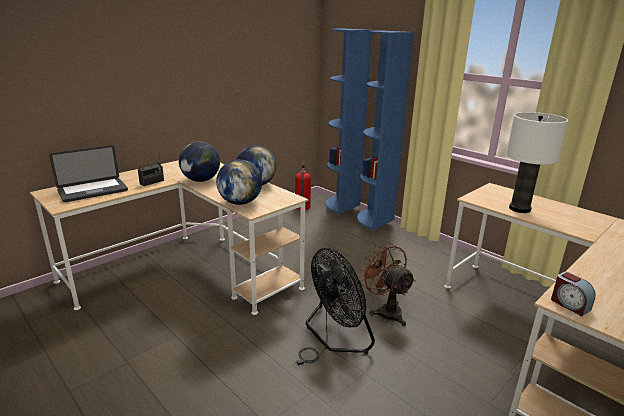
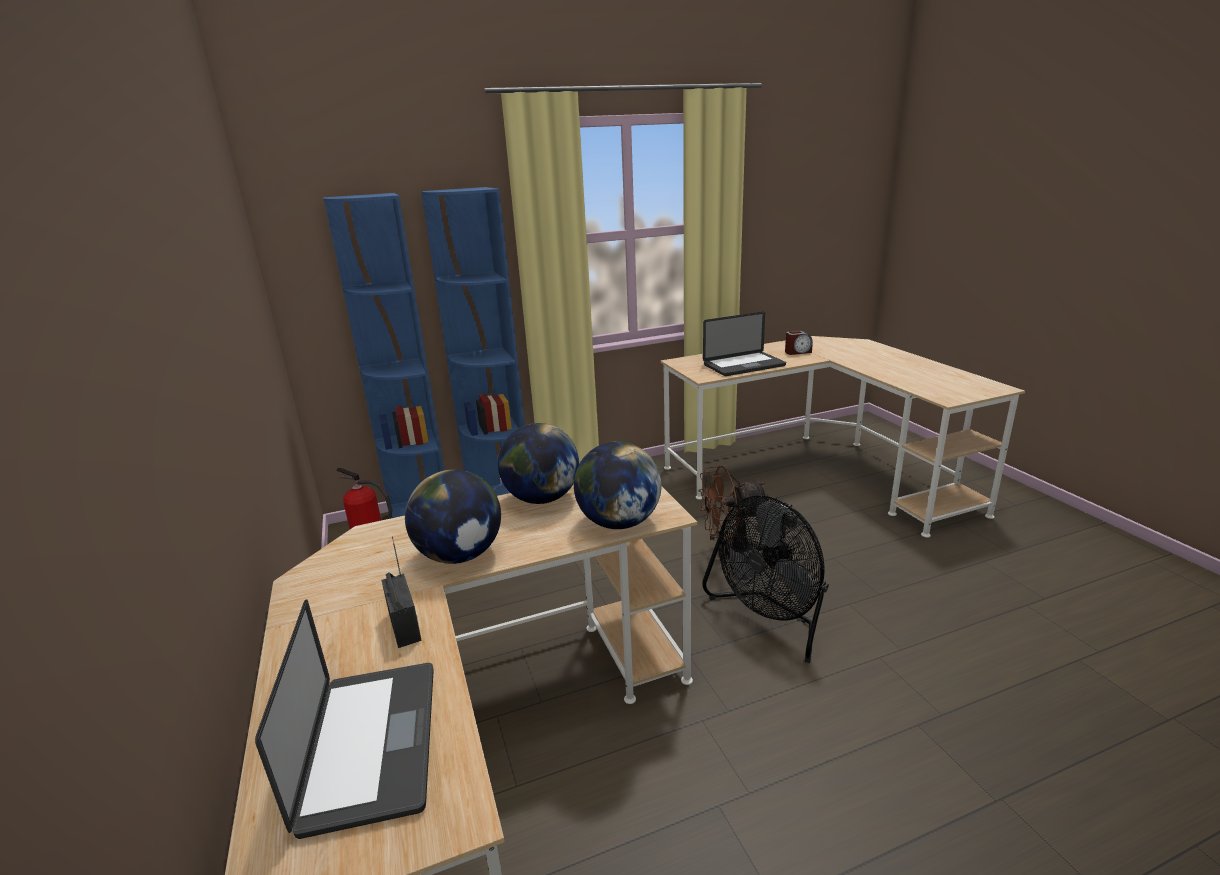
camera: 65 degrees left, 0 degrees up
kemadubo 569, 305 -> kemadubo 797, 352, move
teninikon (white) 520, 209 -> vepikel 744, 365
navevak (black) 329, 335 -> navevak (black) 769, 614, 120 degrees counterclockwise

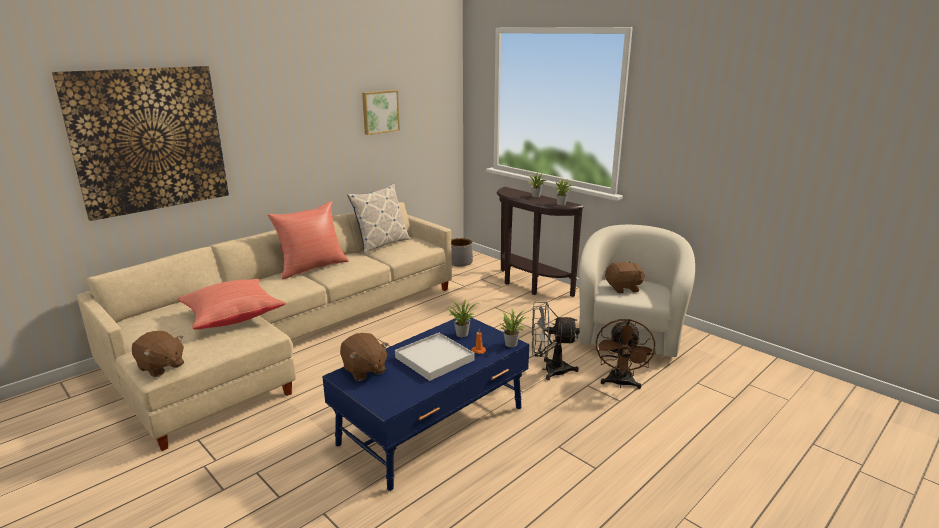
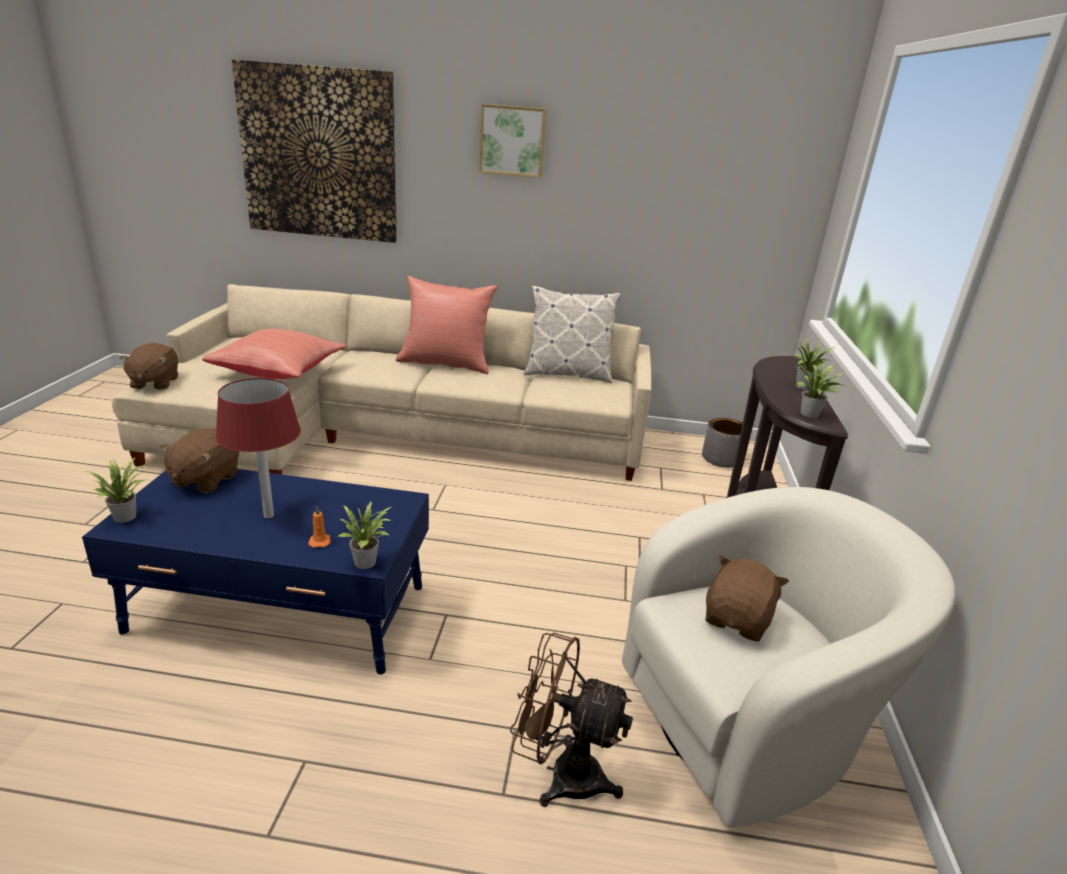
camera: 50 degrees right, 5 degrees up
navevak (grey) 549, 370 -> none
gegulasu 380, 112 -> gegulasu 512, 141, move
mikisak 461, 333 -> mikisak 127, 516, move
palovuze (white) 434, 359 -> teninikon (red) 268, 515
navevak (brown) 620, 384 -> navevak (brown) 561, 773, 45 degrees clockwise
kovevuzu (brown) 623, 288 -> kovevuzu (brown) 738, 620, 105 degrees counterclockwise

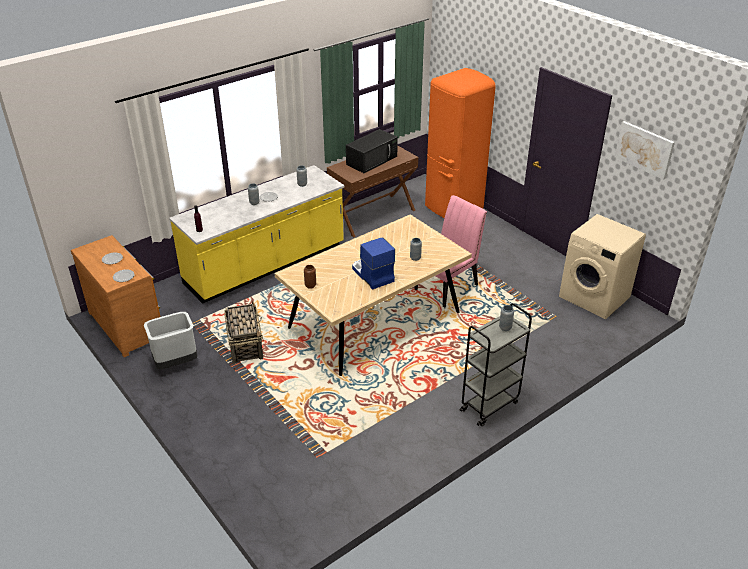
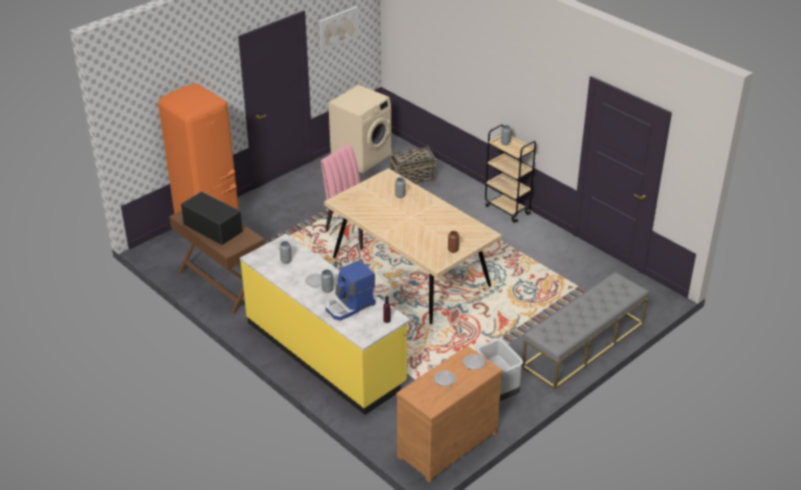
camera: 95 degrees left, 0 degrees up
none -> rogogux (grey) 583, 345
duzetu 245, 345 -> duzetu 412, 178, move
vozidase 372, 275 -> vozidase 350, 306, move
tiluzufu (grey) 489, 407 -> tiluzufu (brown) 508, 210

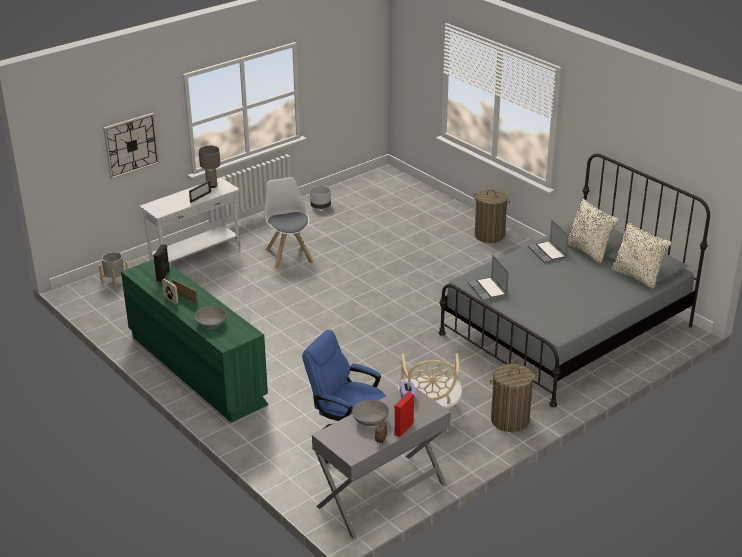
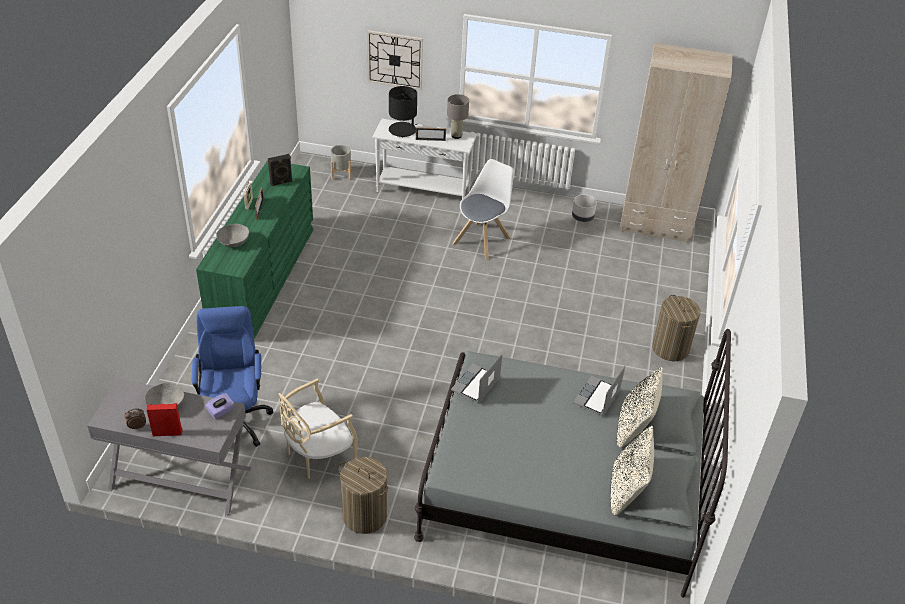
camera: 50 degrees right, 10 degrees up
none -> teninikon (black) 402, 130
none -> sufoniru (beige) 656, 225

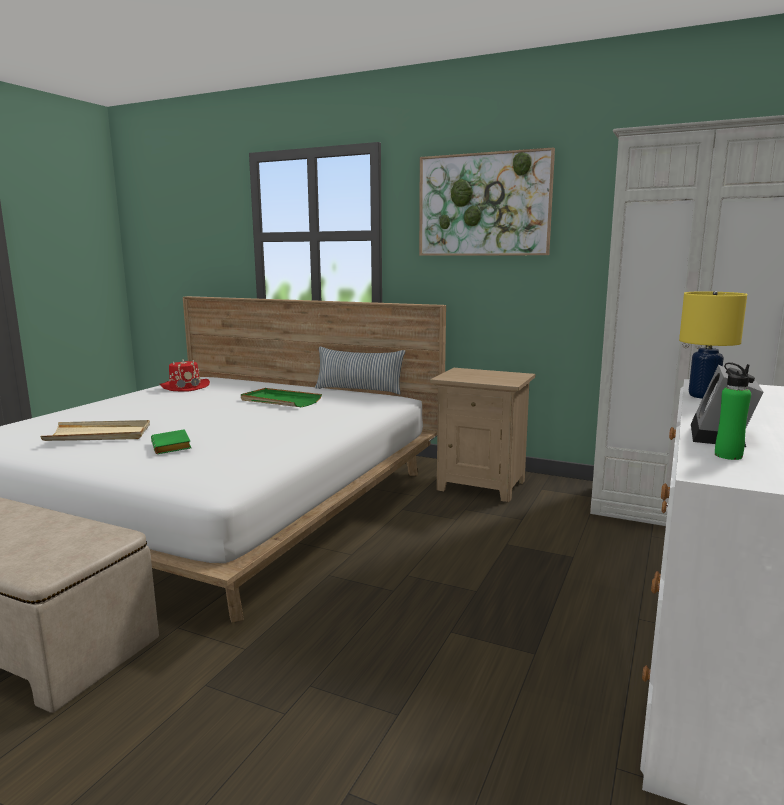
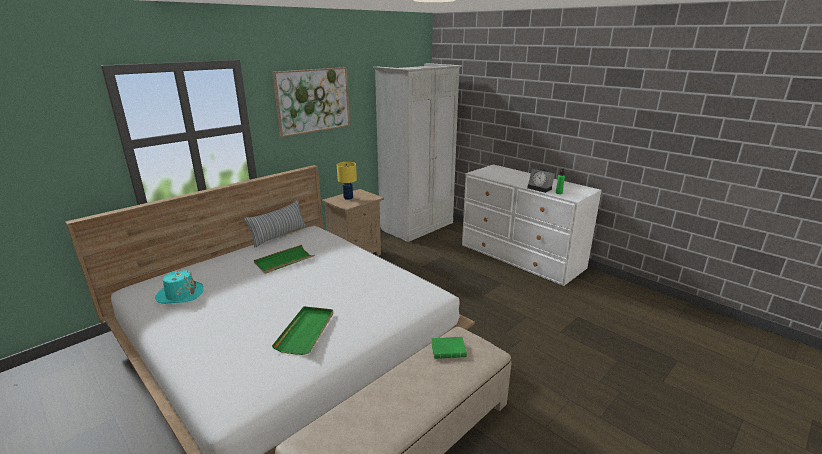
camera: 70 degrees left, 10 degrees up
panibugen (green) 173, 447 -> panibugen (green) 449, 350, move
teninikon (yellow) 704, 396 -> teninikon (yellow) 348, 198, move
palovuze (beige) 99, 435 -> palovuze (green) 306, 331
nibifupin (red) 185, 387 -> nibifupin (turquoise) 180, 294

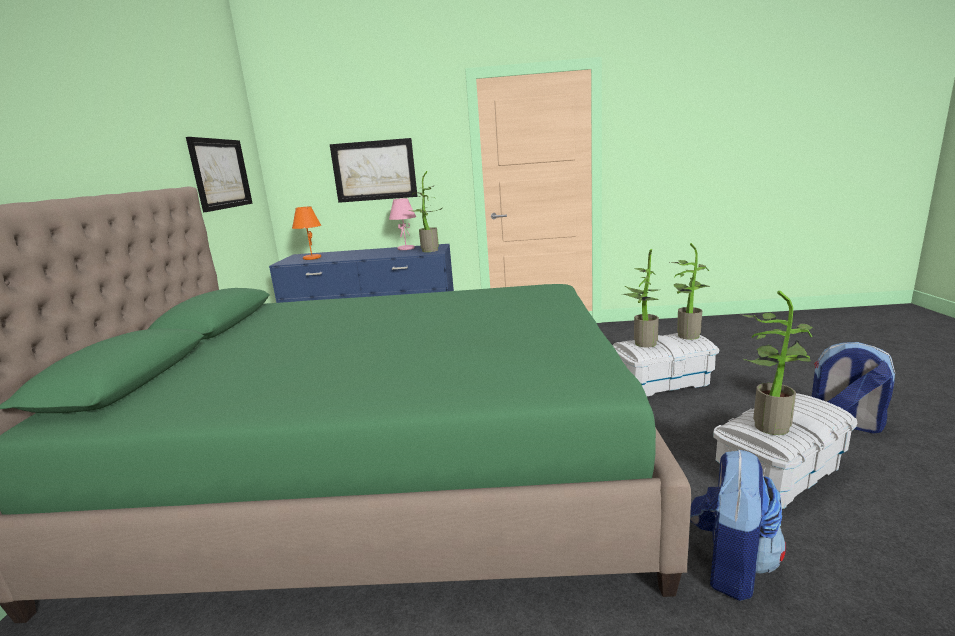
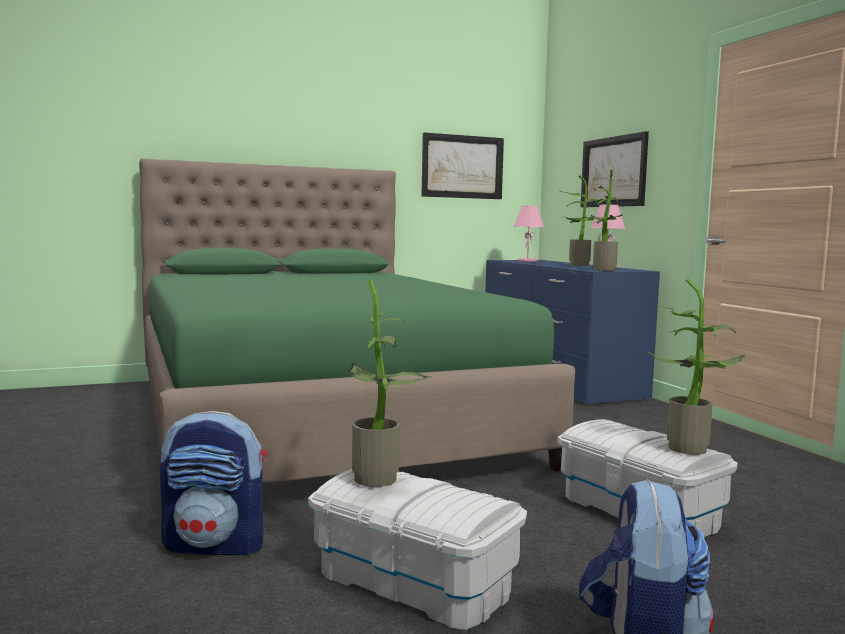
camera: 65 degrees right, 10 degrees down
mikisak 641, 343 -> mikisak 579, 265, move
teninikon (orange) 311, 258 -> teninikon (pink) 527, 261

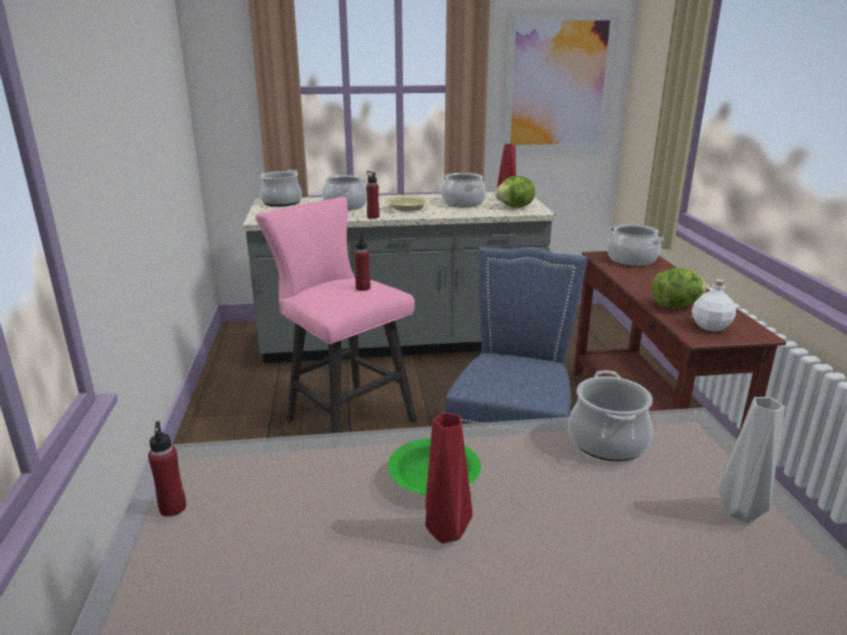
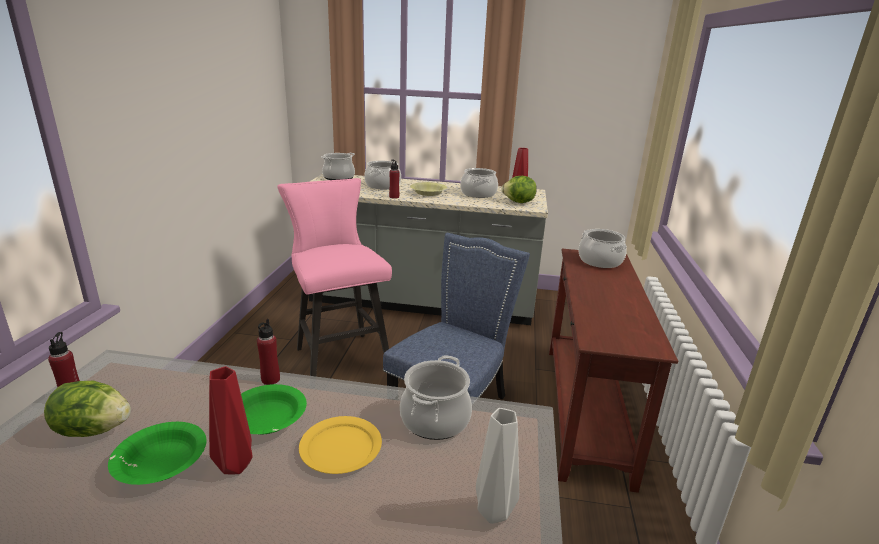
camera: 15 degrees right, 0 degrees up
gegulasu 557, 84 -> none
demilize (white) 710, 327 -> none
none -> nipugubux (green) 161, 463
none -> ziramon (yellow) 340, 448
demilize (red) 363, 288 -> demilize (red) 270, 379, move
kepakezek 675, 306 -> kepakezek 93, 430, move

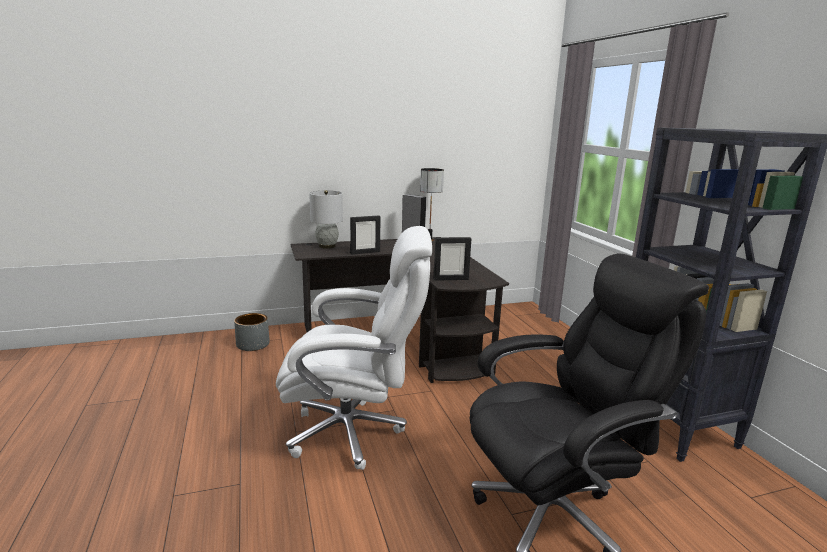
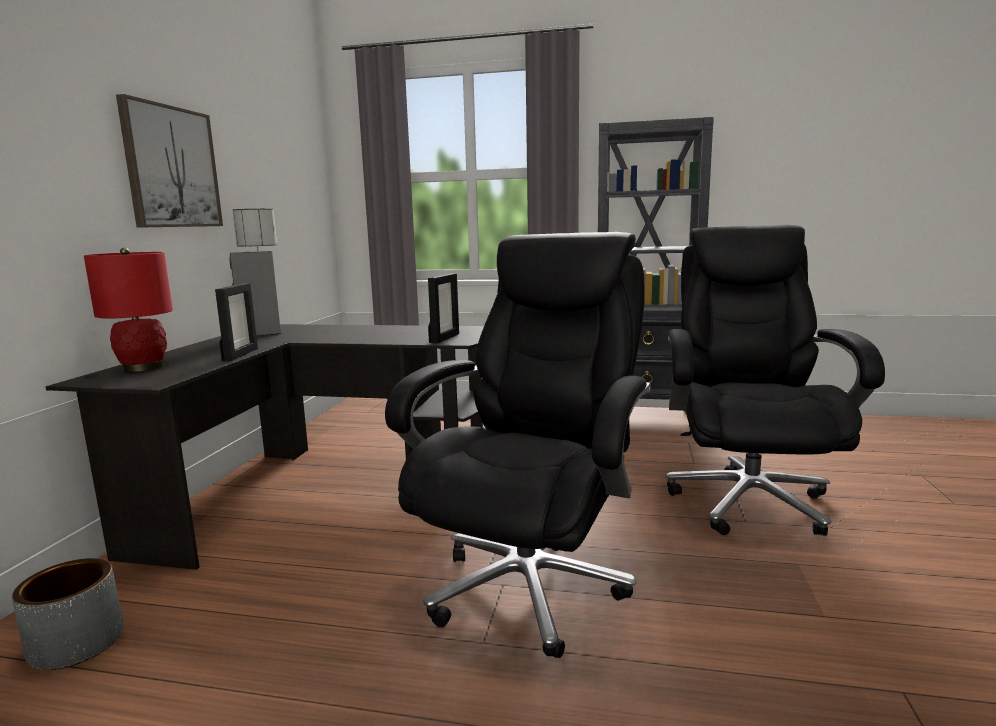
camera: 60 degrees left, 5 degrees down
none -> gegulasu 171, 167
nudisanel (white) 353, 433 -> nudisanel (black) 531, 585
teninikon (white) 327, 246 -> teninikon (red) 143, 367

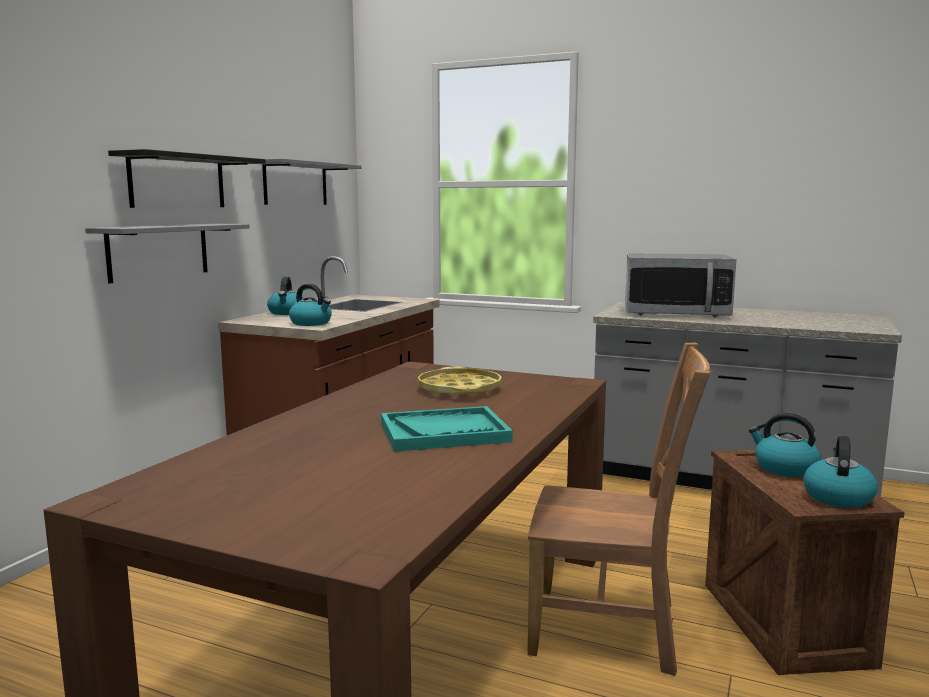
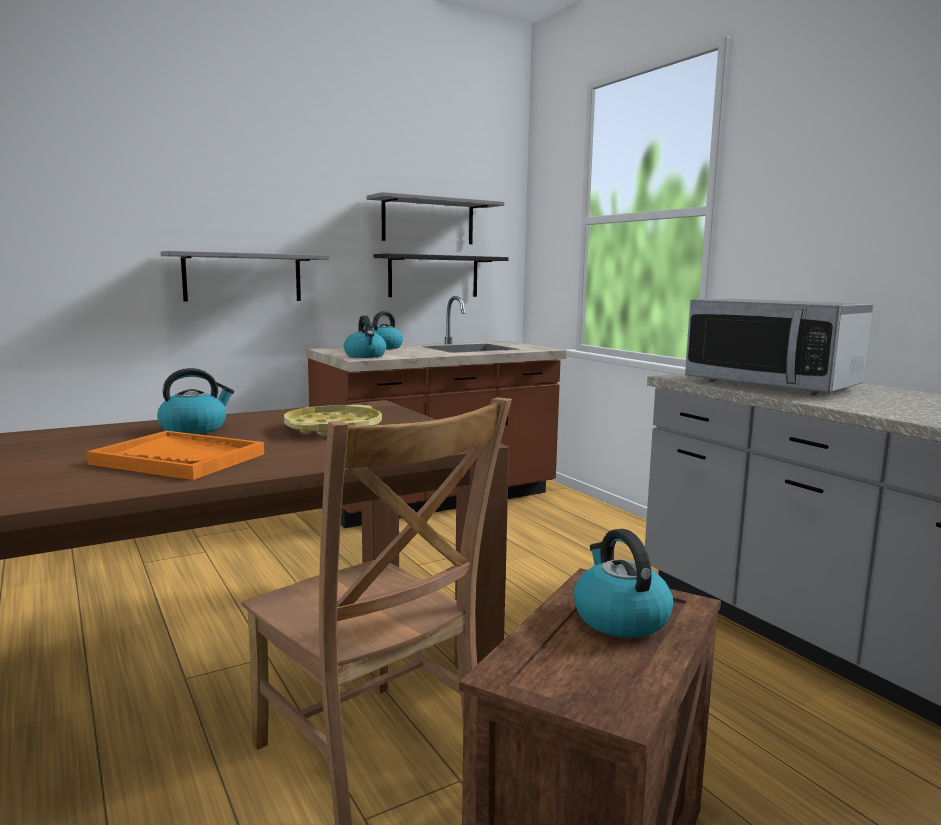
camera: 35 degrees right, 0 degrees up
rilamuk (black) 178, 181 -> rilamuk (black) 433, 276, move
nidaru 837, 497 -> nidaru 194, 428, move
palovuze (turquoise) 444, 432 -> palovuze (orange) 179, 459

